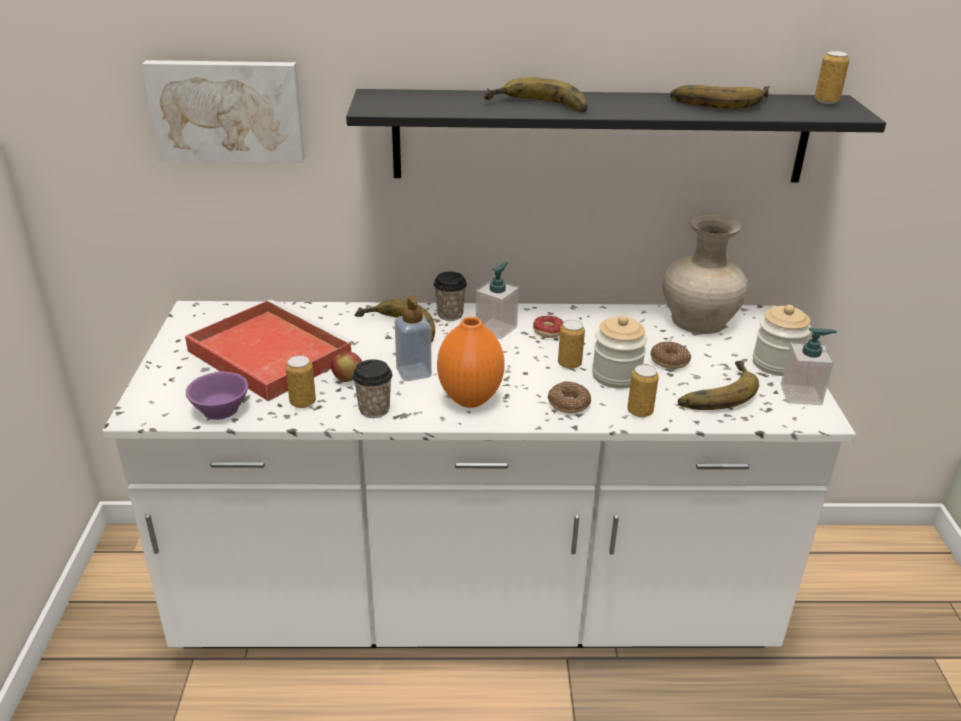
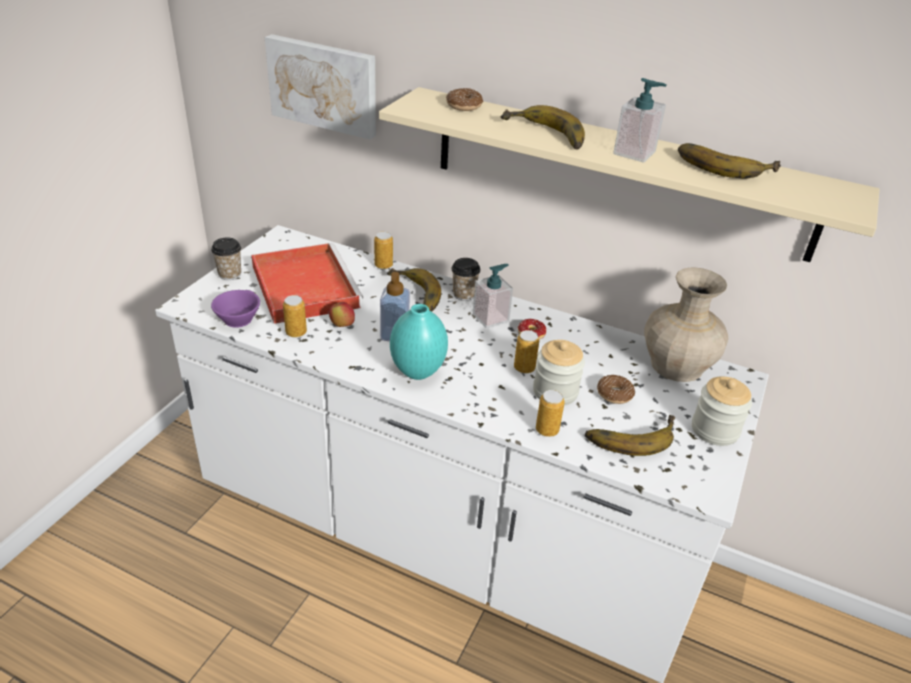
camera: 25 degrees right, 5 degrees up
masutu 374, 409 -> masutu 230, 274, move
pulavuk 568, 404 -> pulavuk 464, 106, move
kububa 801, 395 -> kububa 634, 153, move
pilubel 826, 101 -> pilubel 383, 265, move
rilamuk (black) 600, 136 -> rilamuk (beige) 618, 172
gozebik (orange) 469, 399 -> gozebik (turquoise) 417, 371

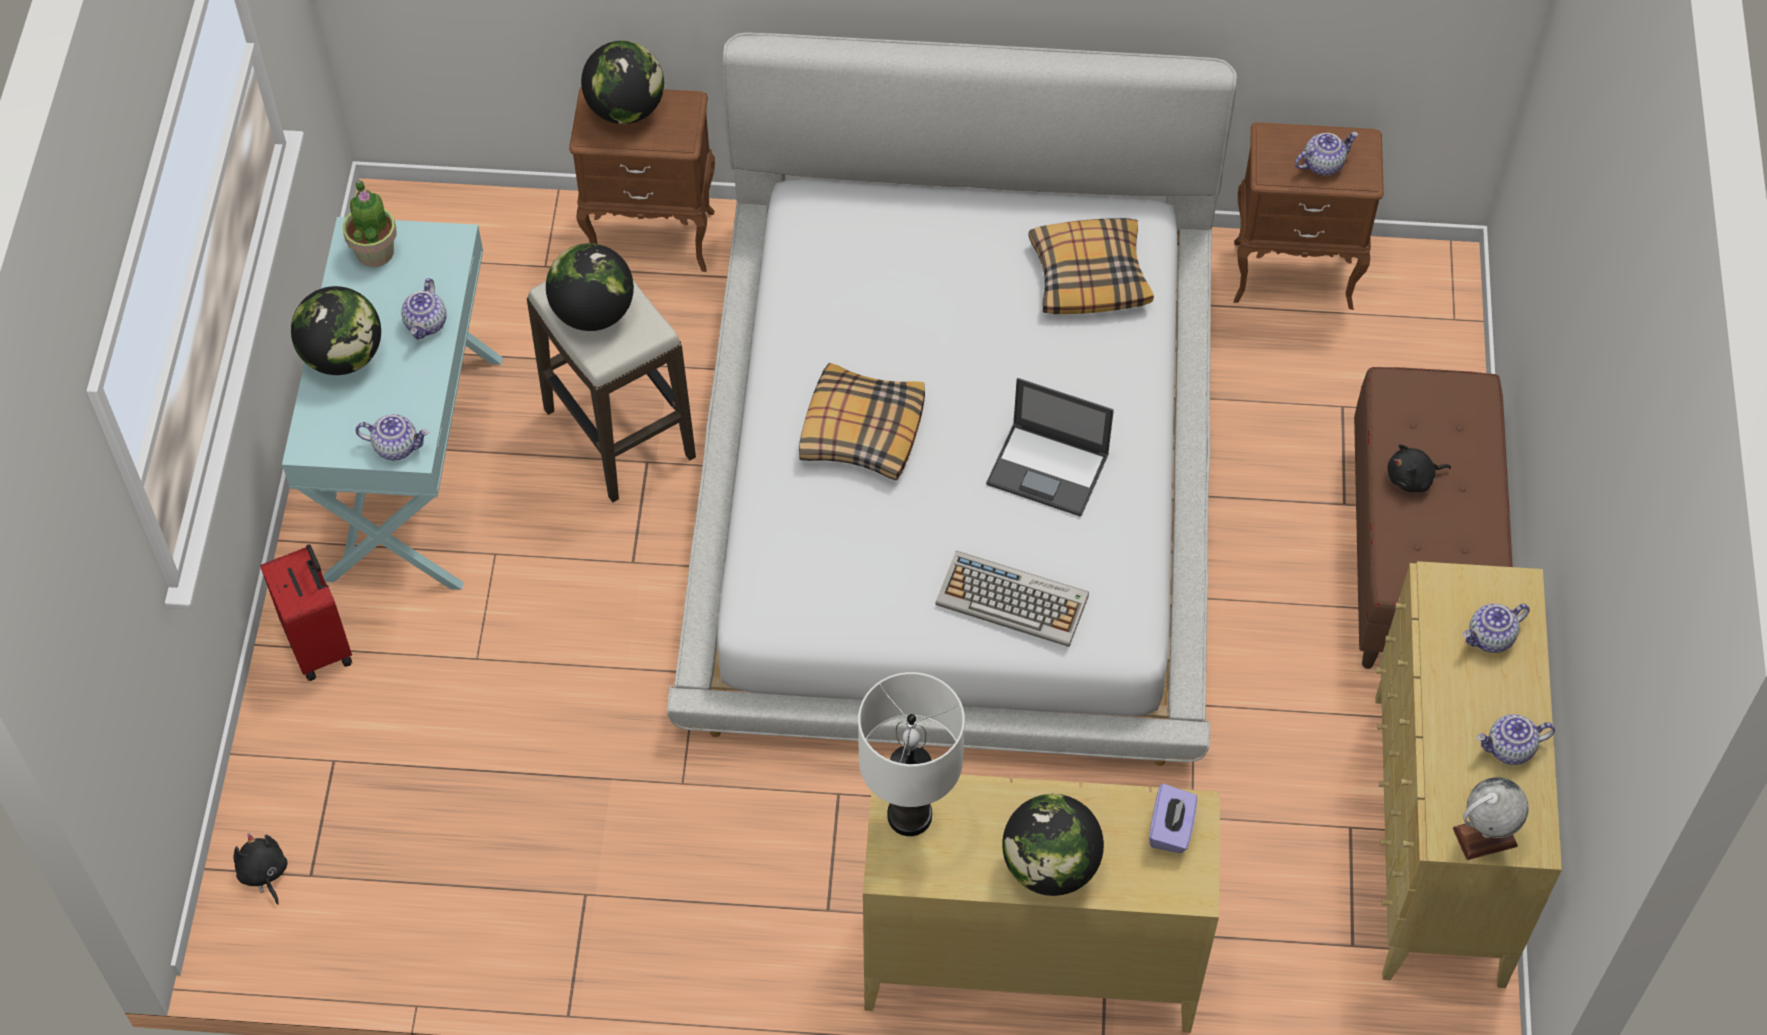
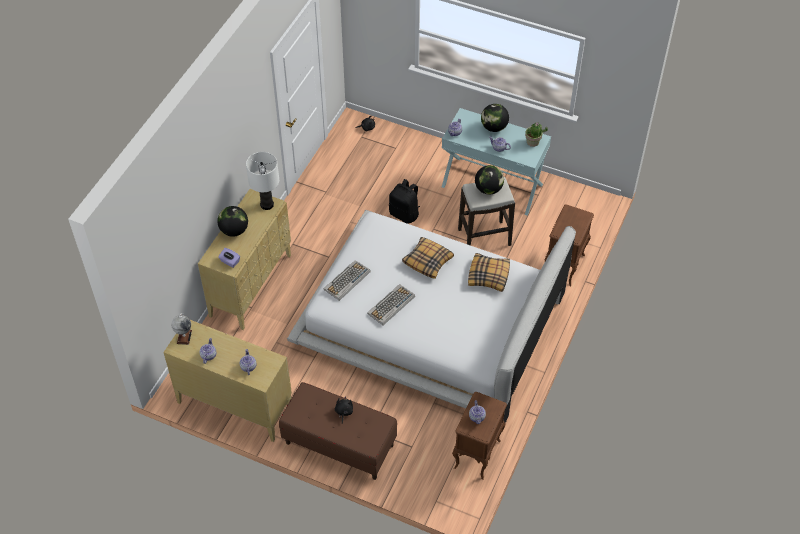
camera: 110 degrees right, 5 degrees down
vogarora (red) 321, 645 -> none
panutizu 625, 109 -> none
none -> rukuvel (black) 404, 214
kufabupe 1089, 276 -> kufabupe 489, 276, move
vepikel 1049, 469 -> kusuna 391, 305

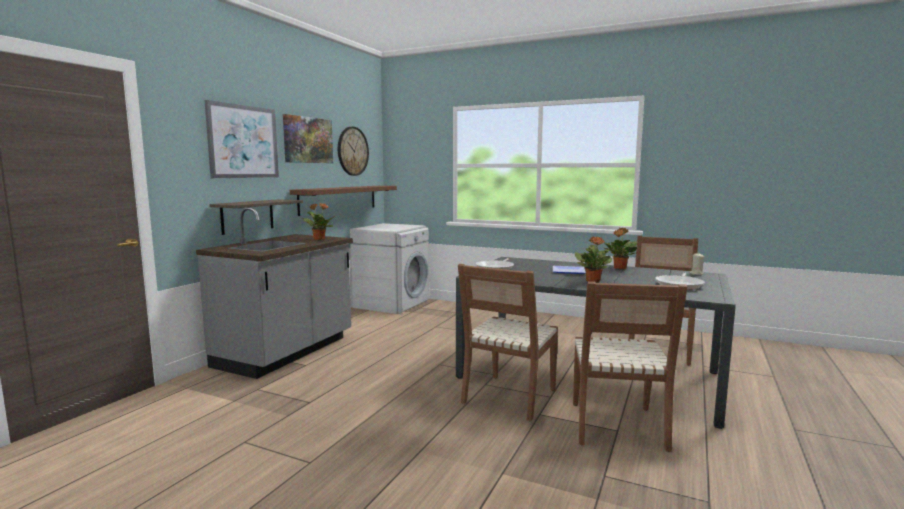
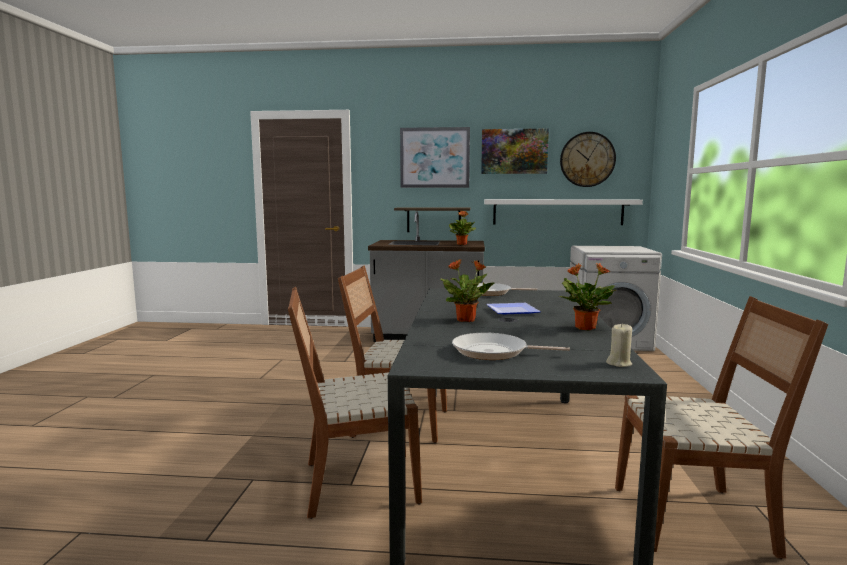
camera: 70 degrees right, 0 degrees up
rilamuk (brown) 339, 199 -> rilamuk (white) 557, 212

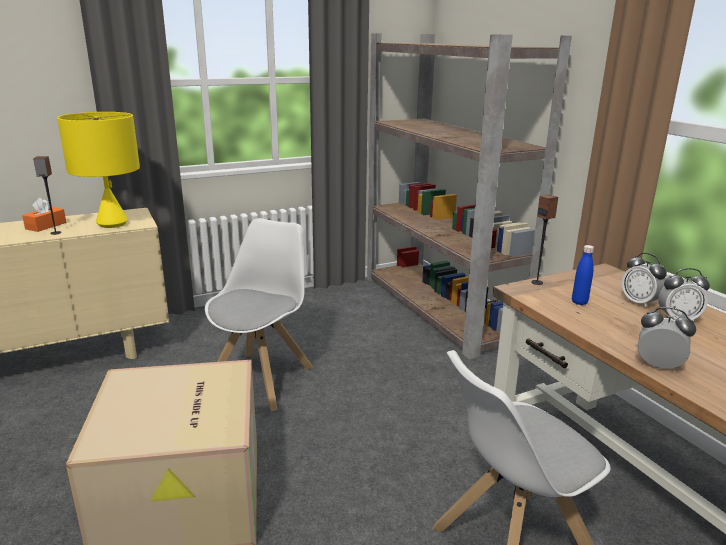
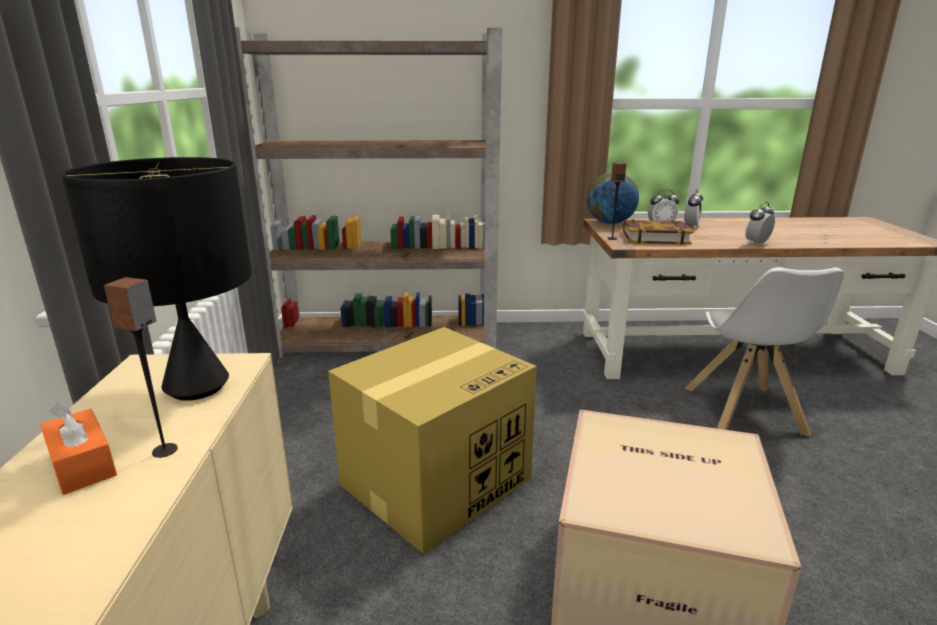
camera: 65 degrees left, 0 degrees up
none -> panutizu 610, 223
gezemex 262, 378 -> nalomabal 437, 480
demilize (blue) 579, 302 -> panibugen 655, 237
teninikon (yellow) 112, 224 -> teninikon (black) 197, 388

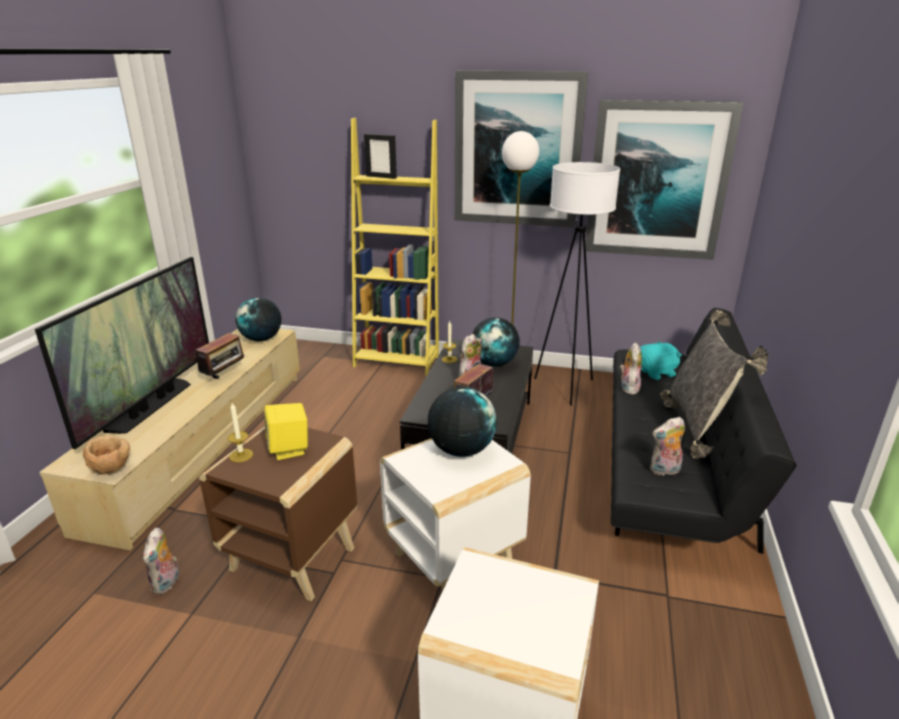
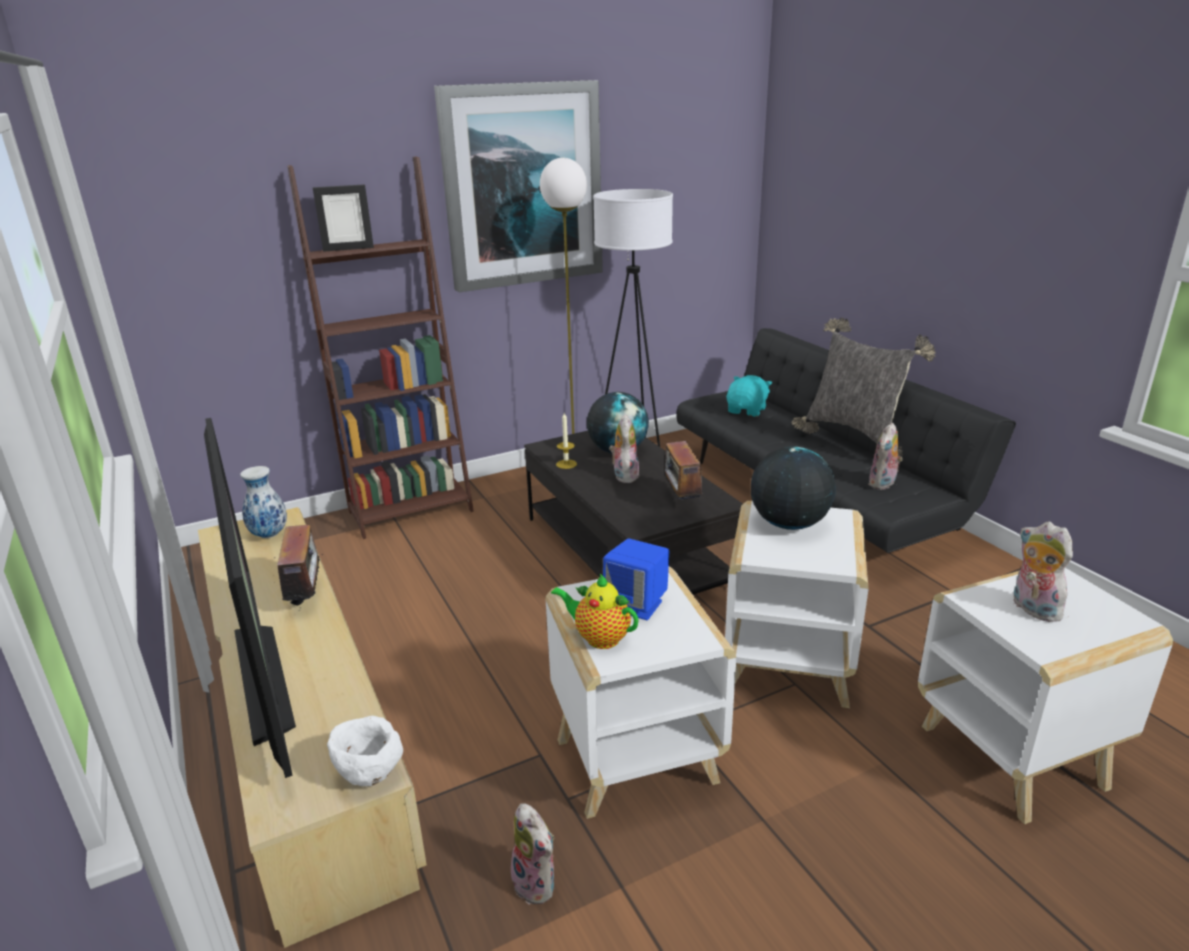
camera: 40 degrees left, 0 degrees up
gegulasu 657, 180 -> none
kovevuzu 628, 388 -> kovevuzu 1032, 609, move
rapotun 241, 455 -> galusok 599, 638
panutizu 261, 339 -> gozebik 270, 534
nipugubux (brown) 112, 470 -> nipugubux (white) 370, 774
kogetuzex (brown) 295, 559 -> kogetuzex (white) 638, 759
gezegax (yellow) 289, 449 -> gezegax (blue) 637, 605
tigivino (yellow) 396, 361 -> tigivino (brown) 410, 510

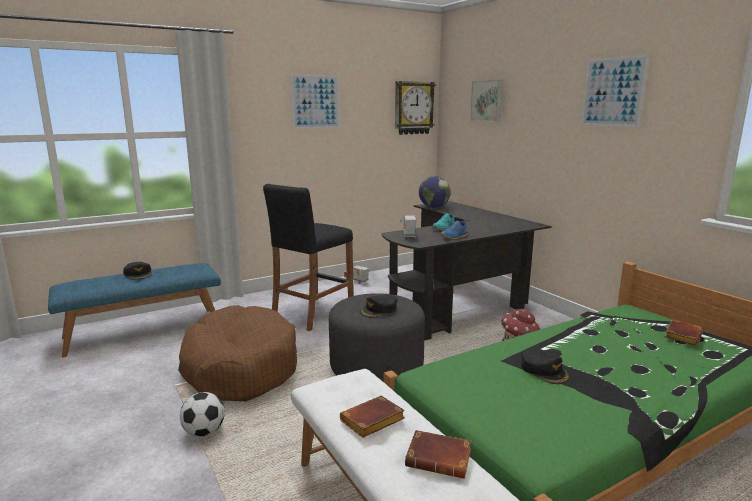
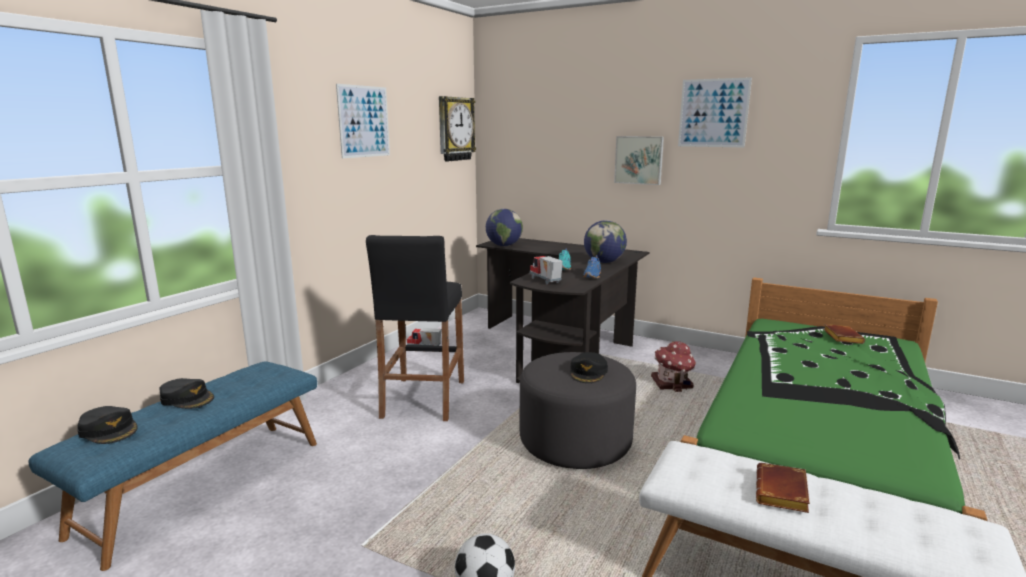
camera: 30 degrees left, 0 degrees up
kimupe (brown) 240, 367 -> none
panibugen (brown) 440, 459 -> none
none -> panutizu 604, 262
gegulasu 487, 101 -> gegulasu 639, 160, move
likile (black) 544, 370 -> likile (black) 109, 430, move

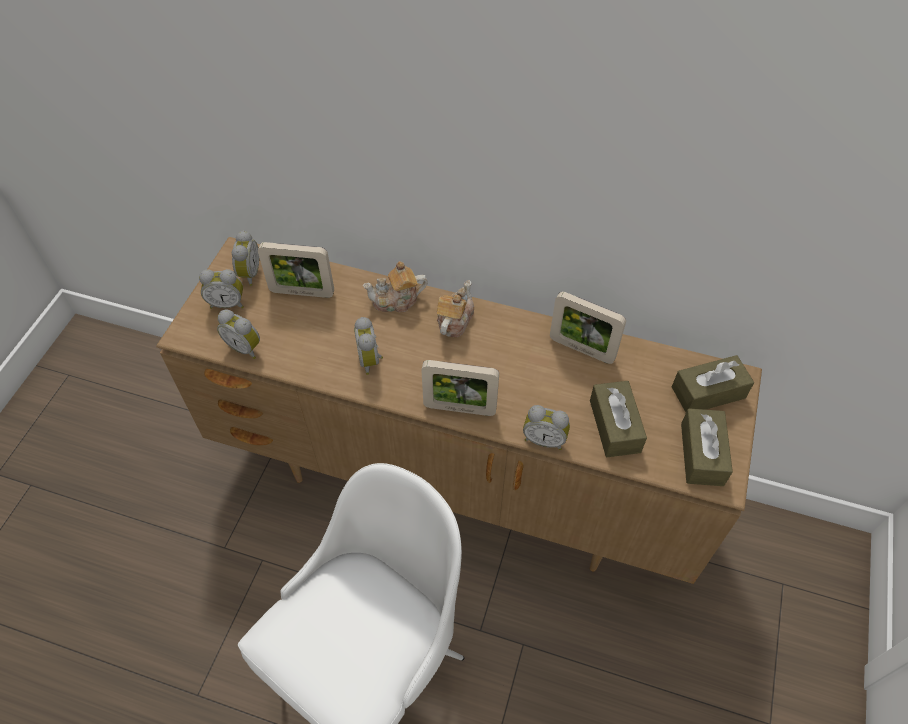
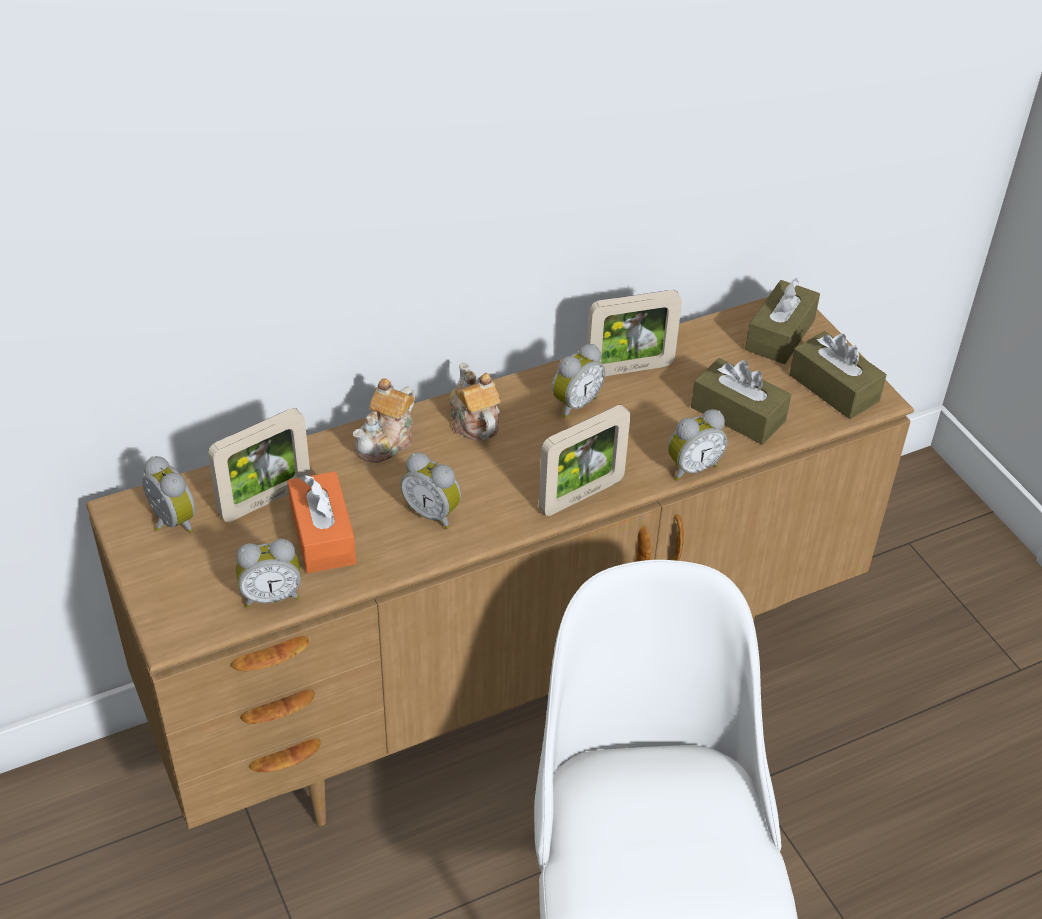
camera: 45 degrees left, 10 degrees down
none -> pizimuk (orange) 323, 535
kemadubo 228, 303 -> kemadubo 574, 403, move

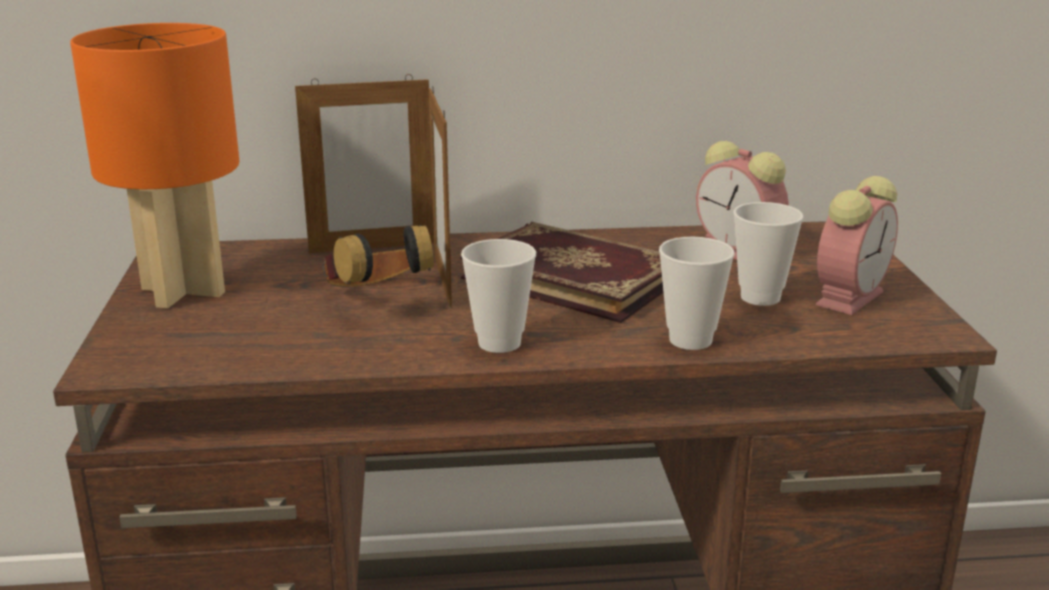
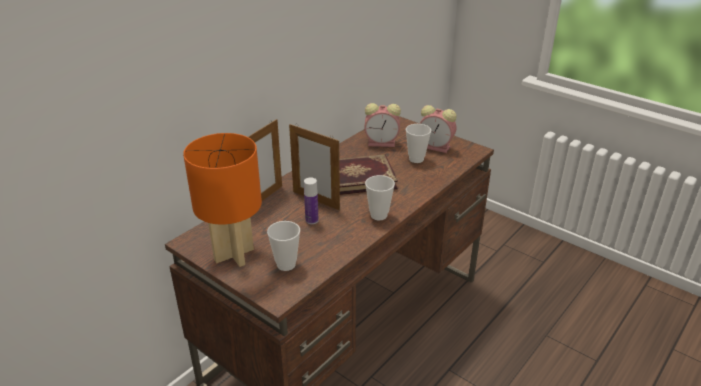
camera: 45 degrees left, 10 degrees up
masutu 690, 340 -> masutu 286, 264, move
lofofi 377, 301 -> demilize 312, 220
kemadubo 850, 296 -> kemadubo 437, 147, 120 degrees clockwise

